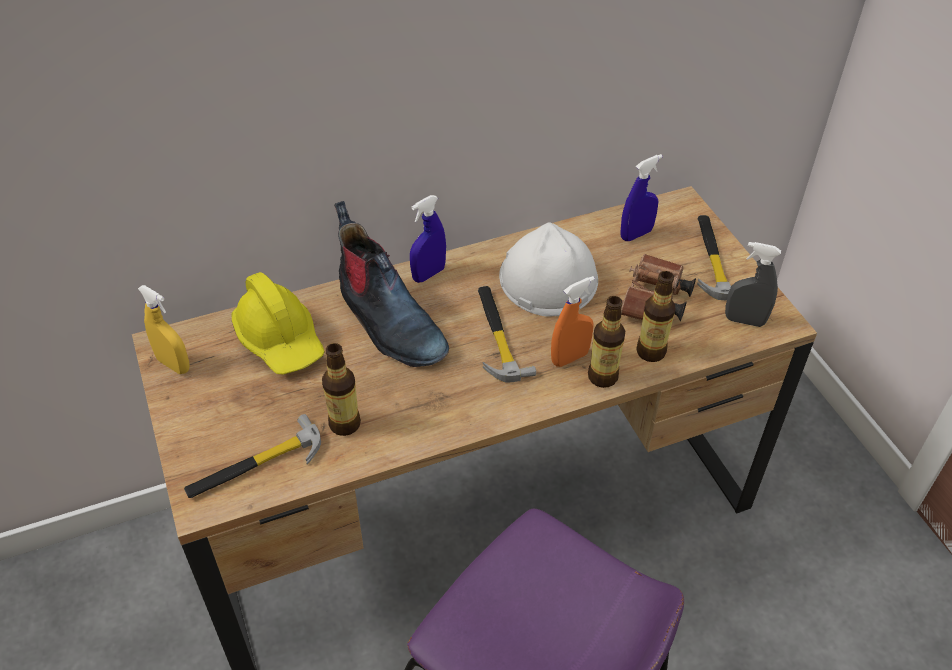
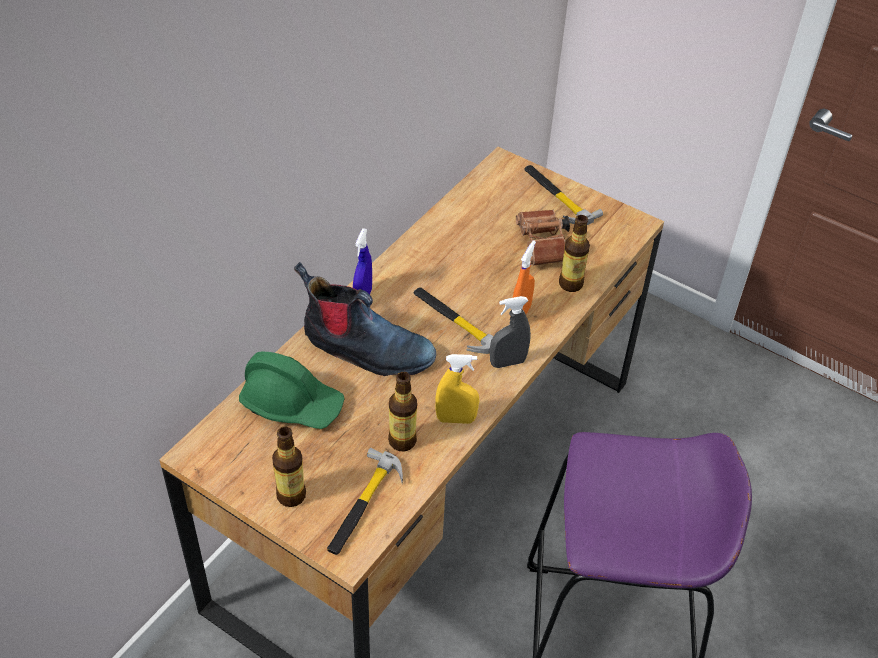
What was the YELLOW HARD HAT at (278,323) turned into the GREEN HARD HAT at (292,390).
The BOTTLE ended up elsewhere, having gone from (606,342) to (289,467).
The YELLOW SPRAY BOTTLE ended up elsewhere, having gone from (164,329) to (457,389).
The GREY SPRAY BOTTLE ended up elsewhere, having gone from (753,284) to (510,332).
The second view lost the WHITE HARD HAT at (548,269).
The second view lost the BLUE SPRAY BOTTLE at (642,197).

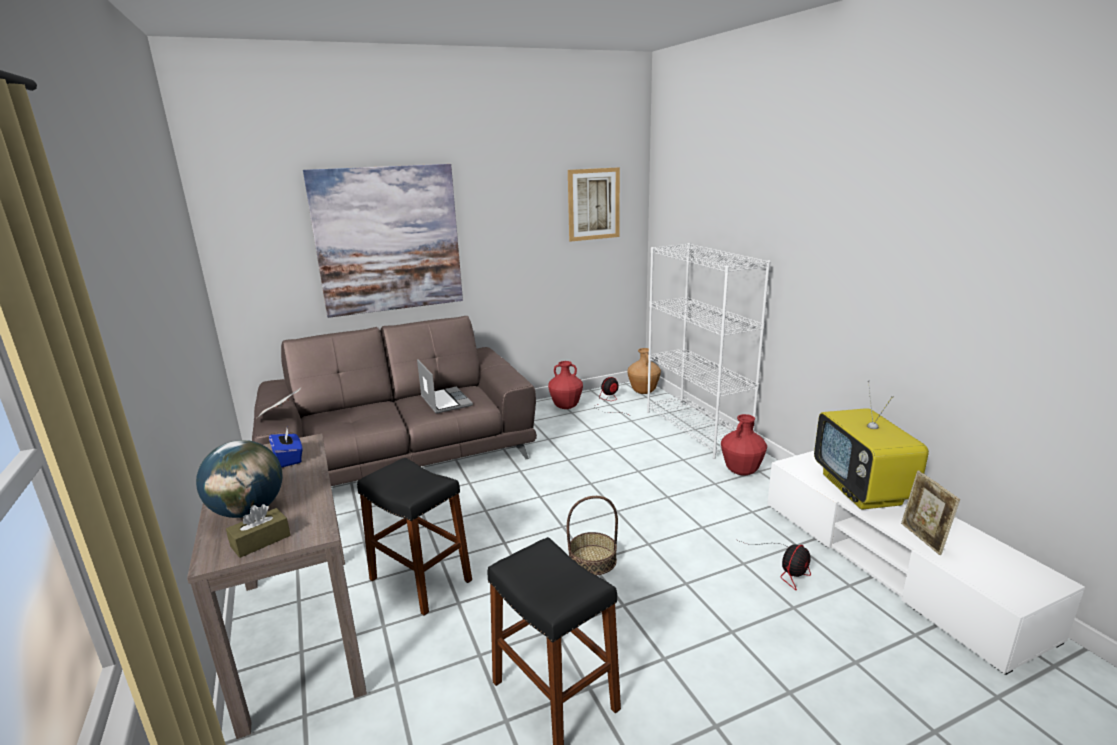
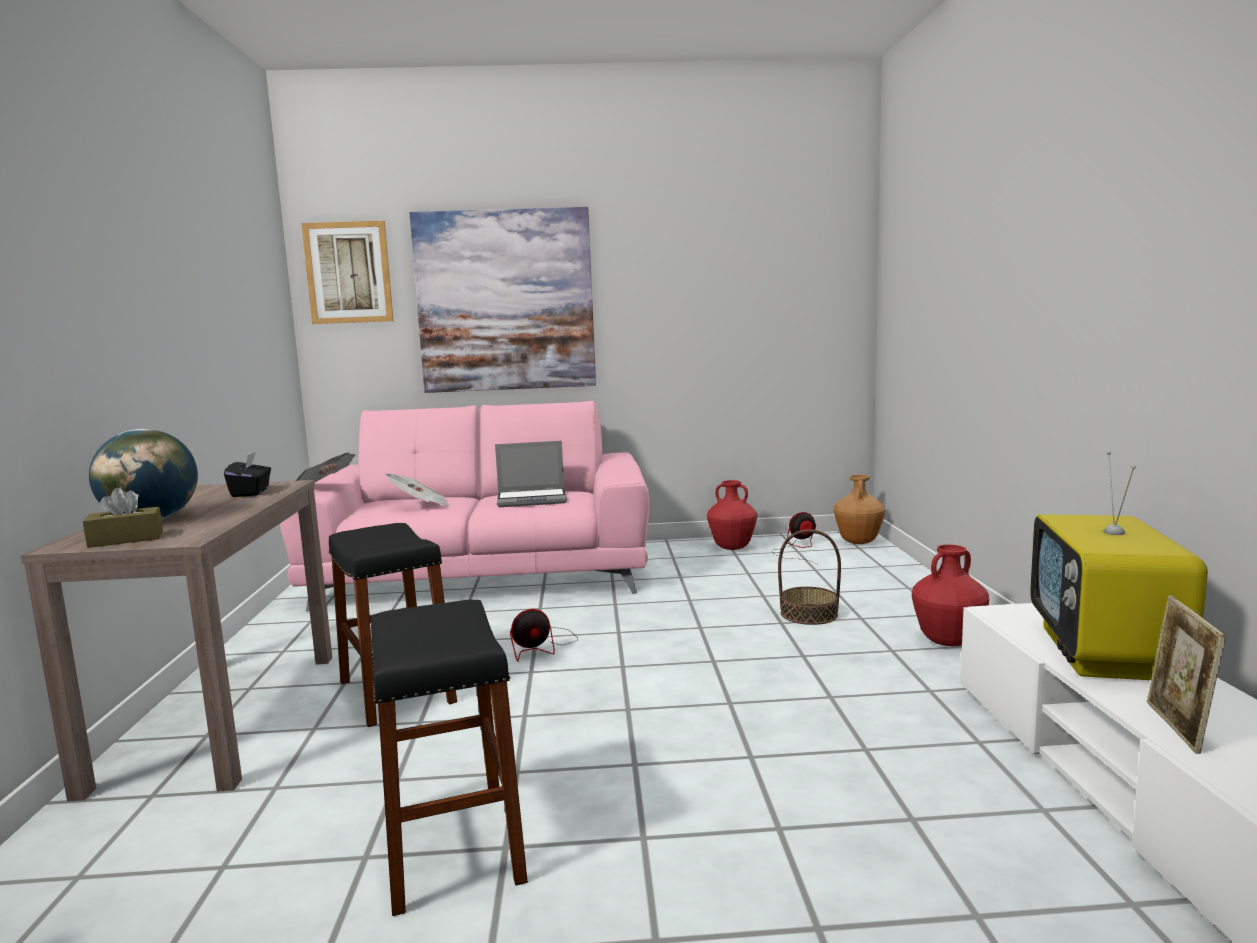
What was the BLUE TISSUE BOX at (285,448) turned into the BLACK TISSUE BOX at (247,474).
What was the BROWN SOFA at (394,401) turned into the PINK SOFA at (464,506).
The PICTURE ended up elsewhere, having gone from (594,204) to (347,272).
The second view gained the NEWSPAPER at (417,489).
The LAPTOP at (445,386) ended up facing another way, 90 degrees clockwise from before.
The FAN ended up elsewhere, having gone from (773,565) to (544,635).
The BASKET ended up elsewhere, having gone from (592,536) to (809,577).
The second view lost the WHITE BOOKCASE at (708,351).

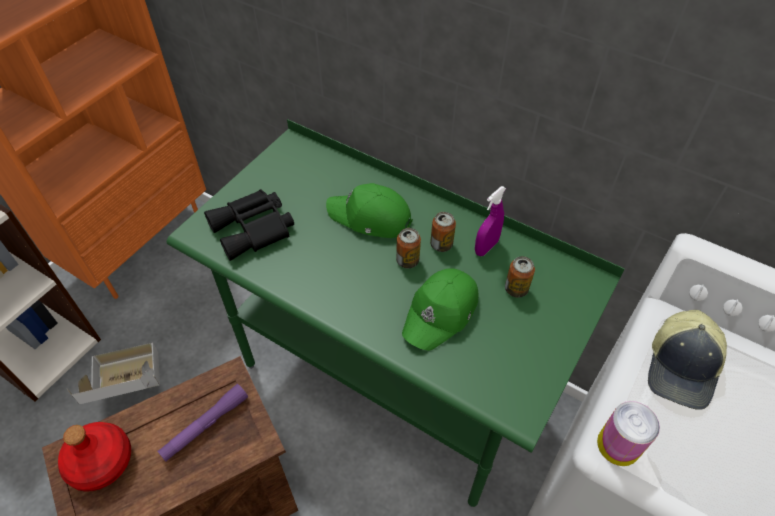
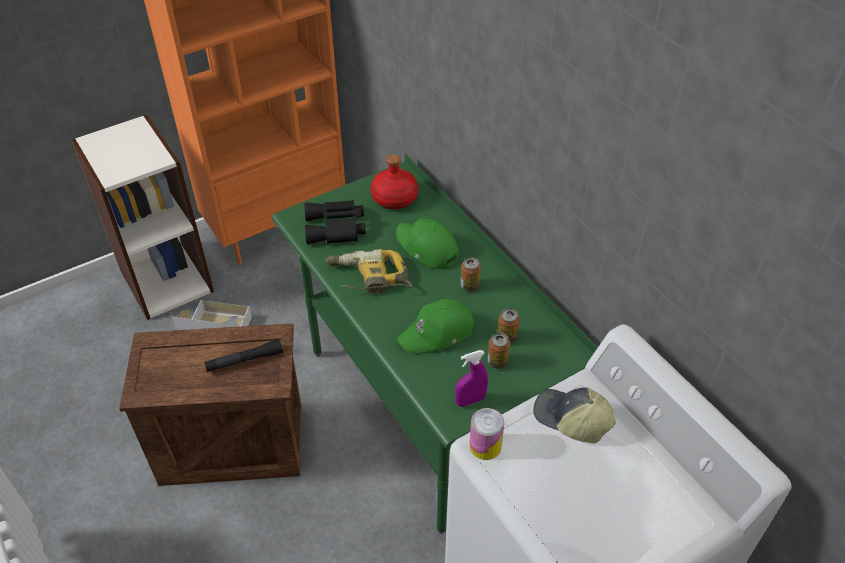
What was the PURPLE FLASHLIGHT at (202,423) turned into the BLACK FLASHLIGHT at (243,355).
The second view gained the POWER DRILL at (369,271).
The RED BOTTLE ended up elsewhere, having gone from (94,457) to (394,182).
The PURPLE SPRAY BOTTLE ended up elsewhere, having gone from (490,221) to (471,378).
The CAN ended up elsewhere, having gone from (408,248) to (498,351).
The CAP at (687,360) ended up facing another way, 75 degrees clockwise from before.

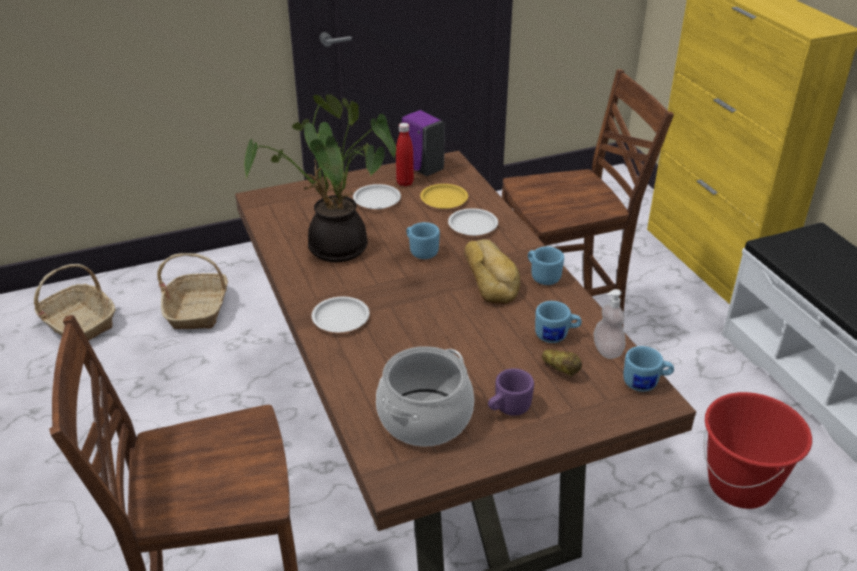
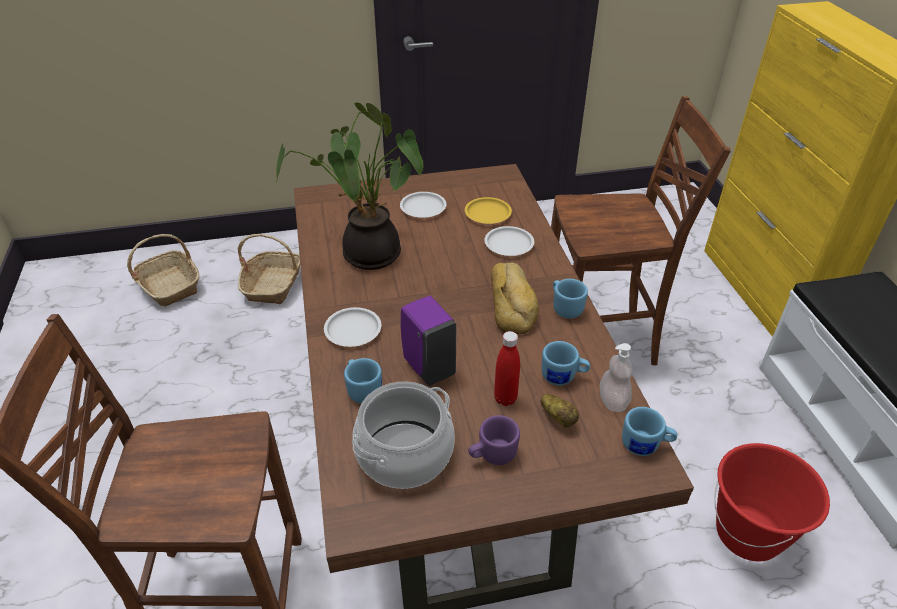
The BLUE MUG ended up elsewhere, having gone from (423,240) to (363,381).
The PURPLE SOAP DISPENSER ended up elsewhere, having gone from (423,143) to (428,341).
The RED BOTTLE ended up elsewhere, having gone from (405,155) to (507,368).

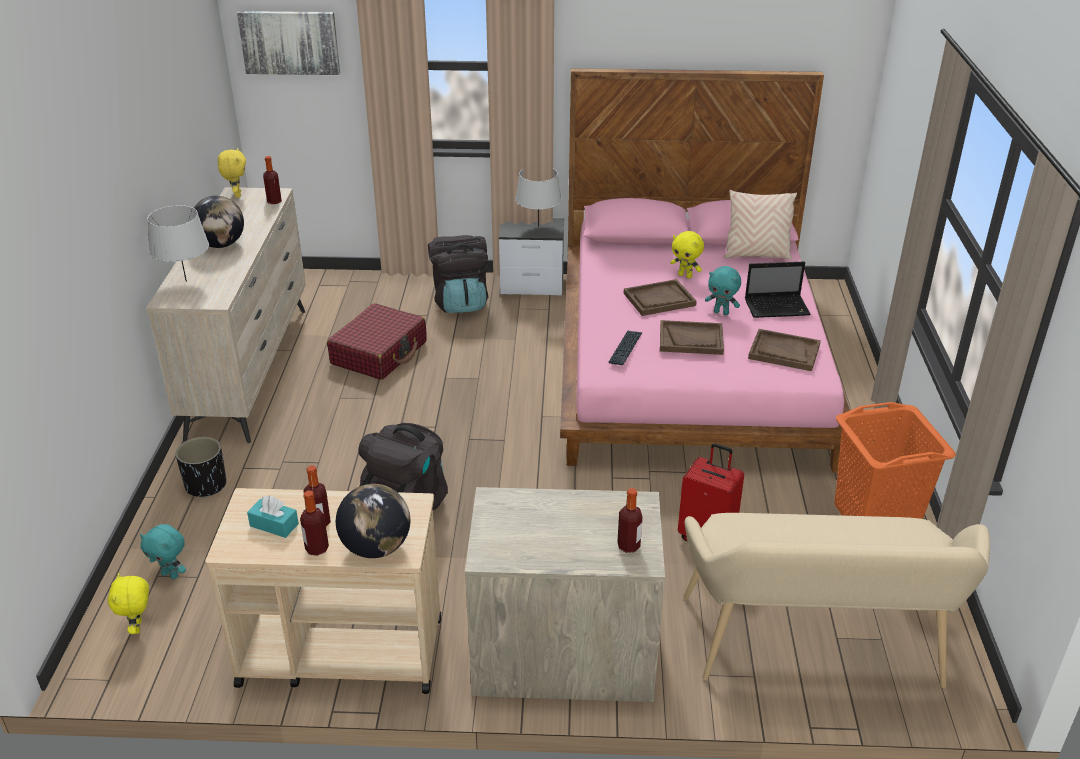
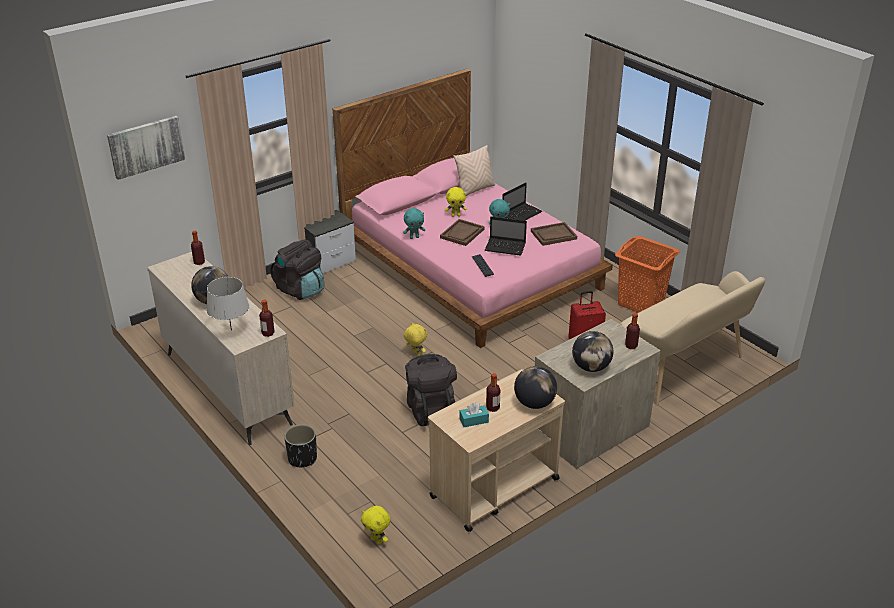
The BOTTLE ended up elsewhere, having gone from (314,523) to (267,318).
The TURQUOISE PLUSH TOY ended up elsewhere, having gone from (163,551) to (414,223).
The YELLOW PLUSH TOY ended up elsewhere, having gone from (232,173) to (415,339).
Where the BROWN TRAY stood at (692,337), the LAPTOP came to stand at (506,236).
The second view gained the GLOBE at (593,351).
The second view lost the RED SUITCASE at (377,341).
The second view lost the GREY TABLE LAMP at (538,198).

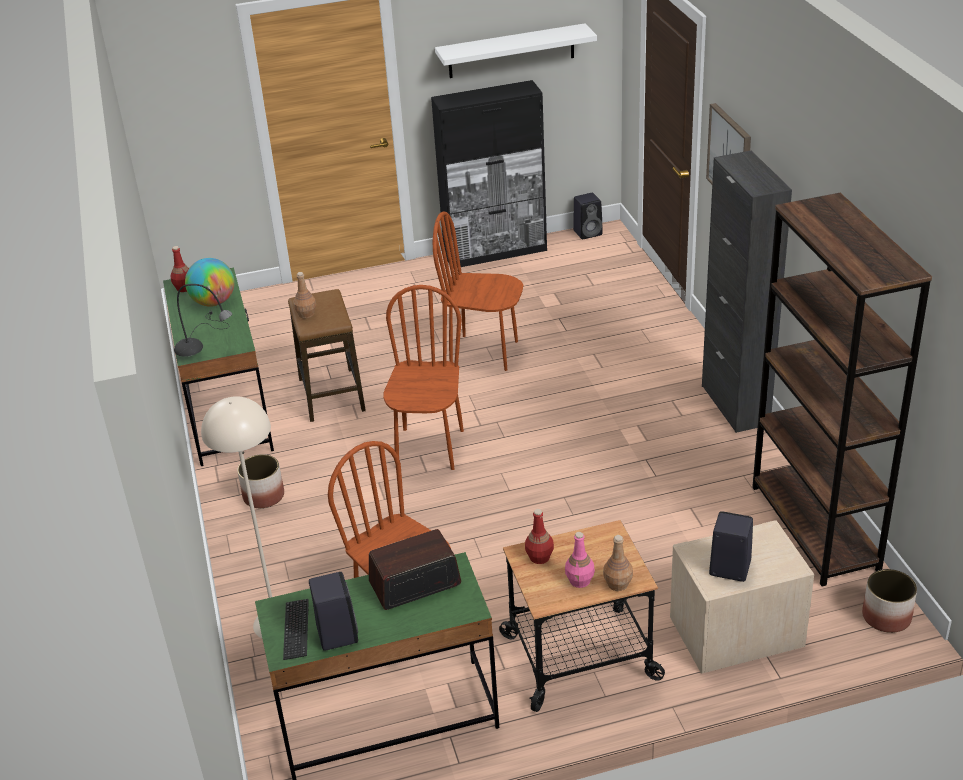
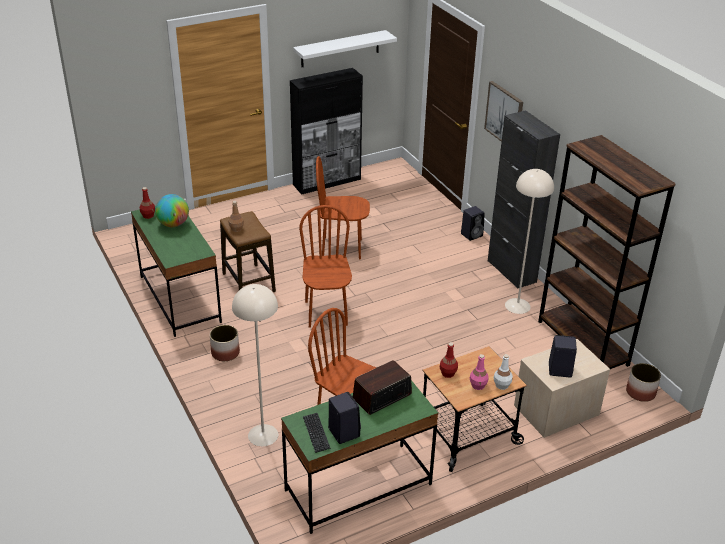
The BLACK SPEAKER ended up elsewhere, having gone from (588,216) to (473,223).
What was the BROWN BOTTLE at (618,563) turned into the WHITE BOTTLE at (503,372).
The second view gained the BEIGE FLOOR LAMP at (529,241).
The second view lost the GREY TABLE LAMP at (203,320).

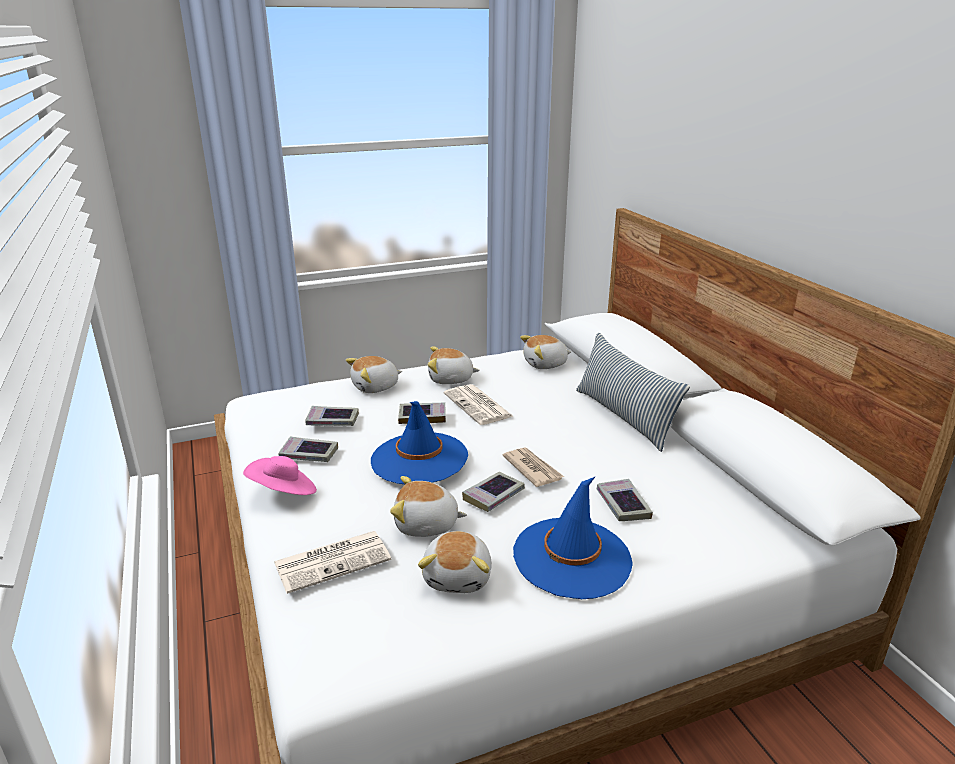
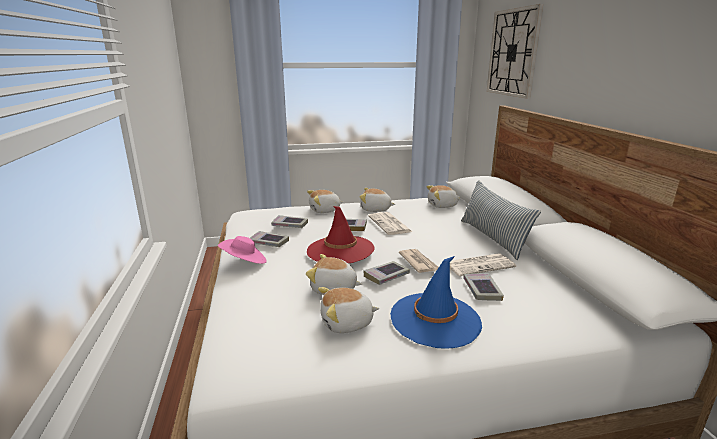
What was the BLUE HAT at (419,442) turned into the RED HAT at (341,234).
The PLUSH TOY at (455,562) ended up facing another way, 60 degrees clockwise from before.
The NEWSPAPER ended up elsewhere, having gone from (332,562) to (483,265).
The second view gained the WALL CLOCK at (515,51).

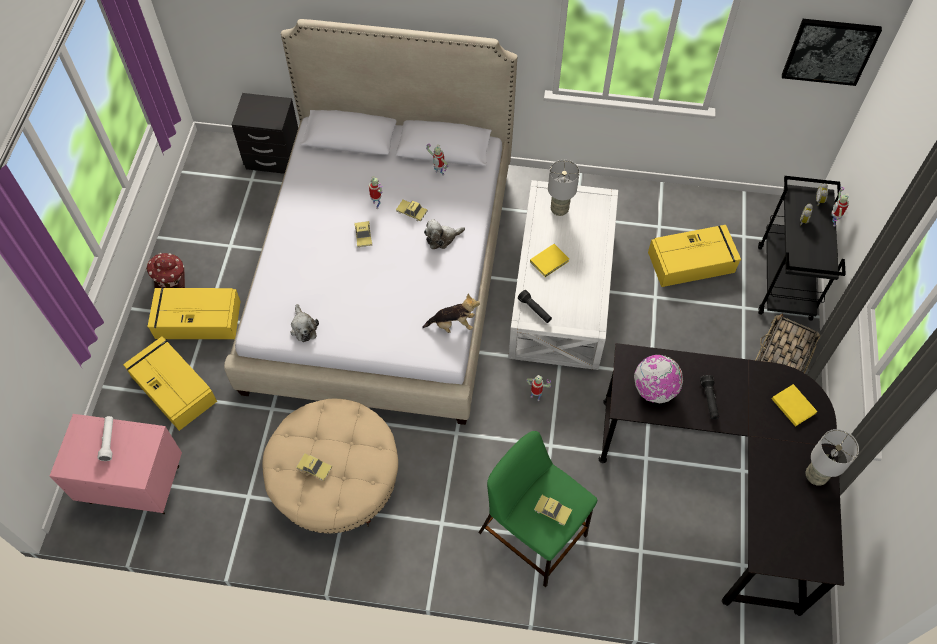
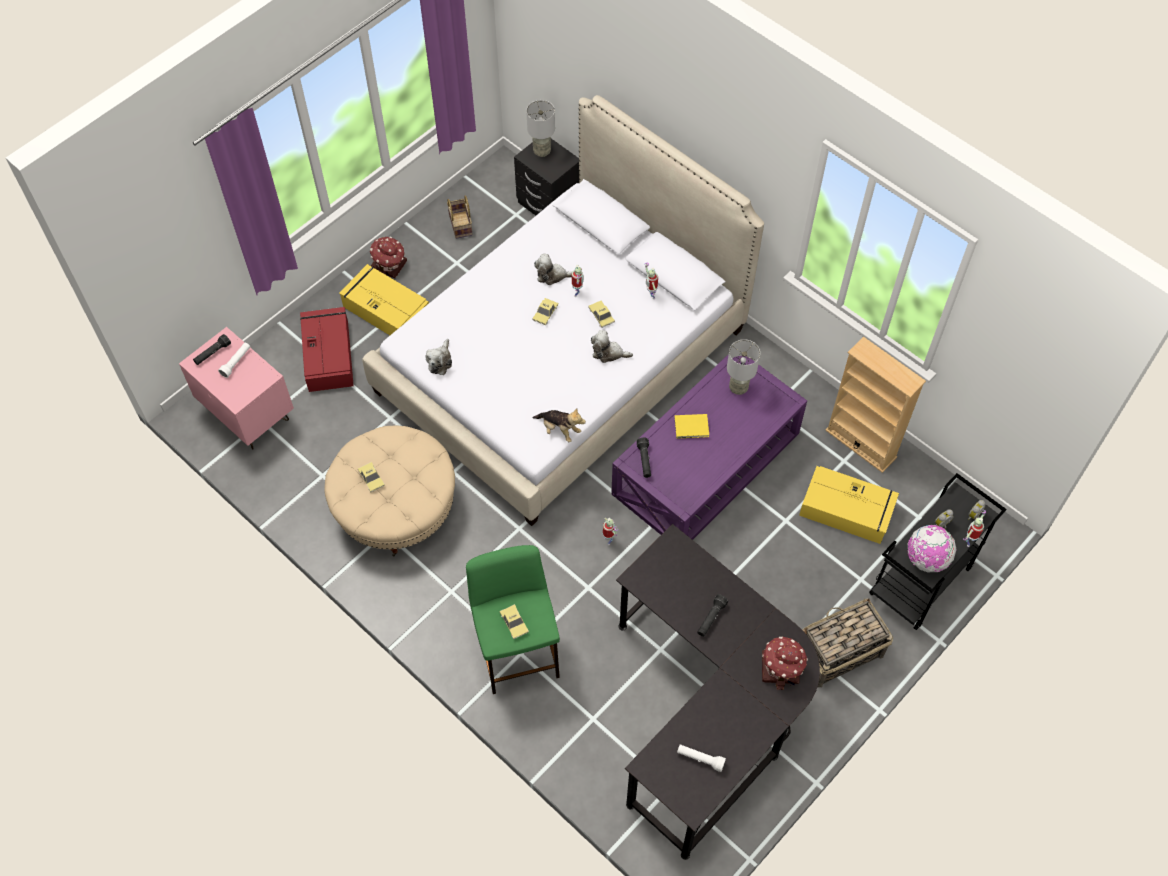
The second view gained the BLACK FLASHLIGHT at (212,349).
What was the YELLOW STORAGE BOX at (170,383) turned into the RED STORAGE BOX at (327,349).
The second view gained the BASKET at (460,217).
The GREY TABLE LAMP ended up elsewhere, having gone from (832,457) to (540,128).
The second view gained the PLUSH TOY at (553,269).
What was the WHITE COFFEE TABLE at (563,275) turned into the PURPLE COFFEE TABLE at (709,447).
The second view gained the WHITE FLASHLIGHT at (701,758).
Where the YELLOW BOOK stood at (795,405), the TOY HOUSE came to stand at (785,663).
The second view gained the BEIGE BOOKCASE at (875,404).
The GLOBE ended up elsewhere, having gone from (658,379) to (932,548).
The second view lost the PICTURE at (832,52).

